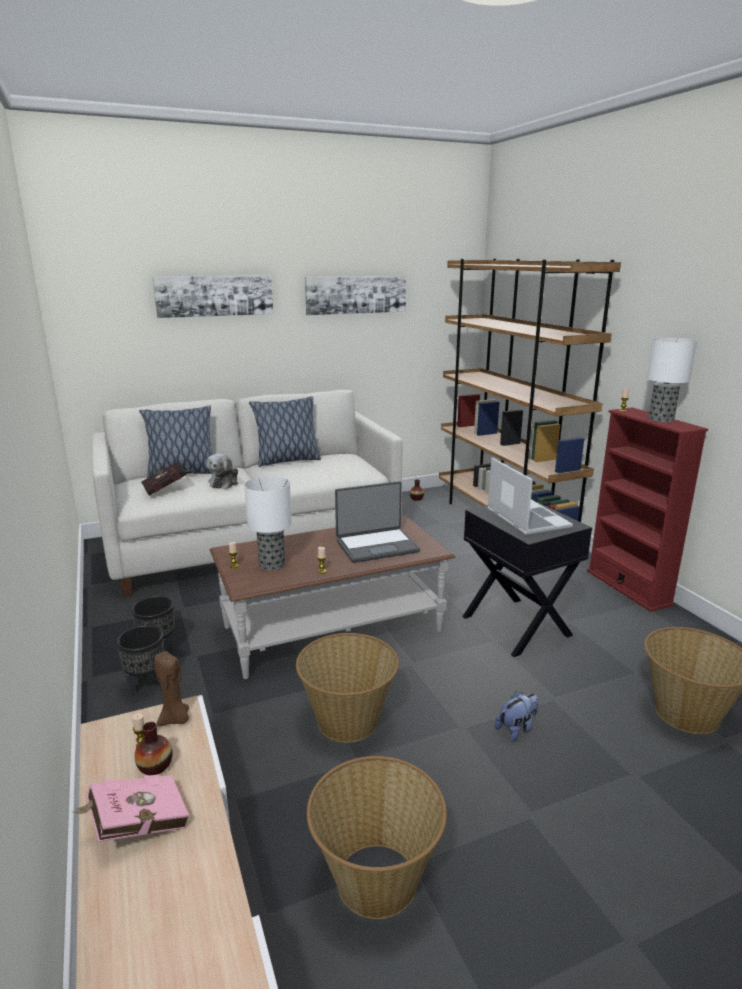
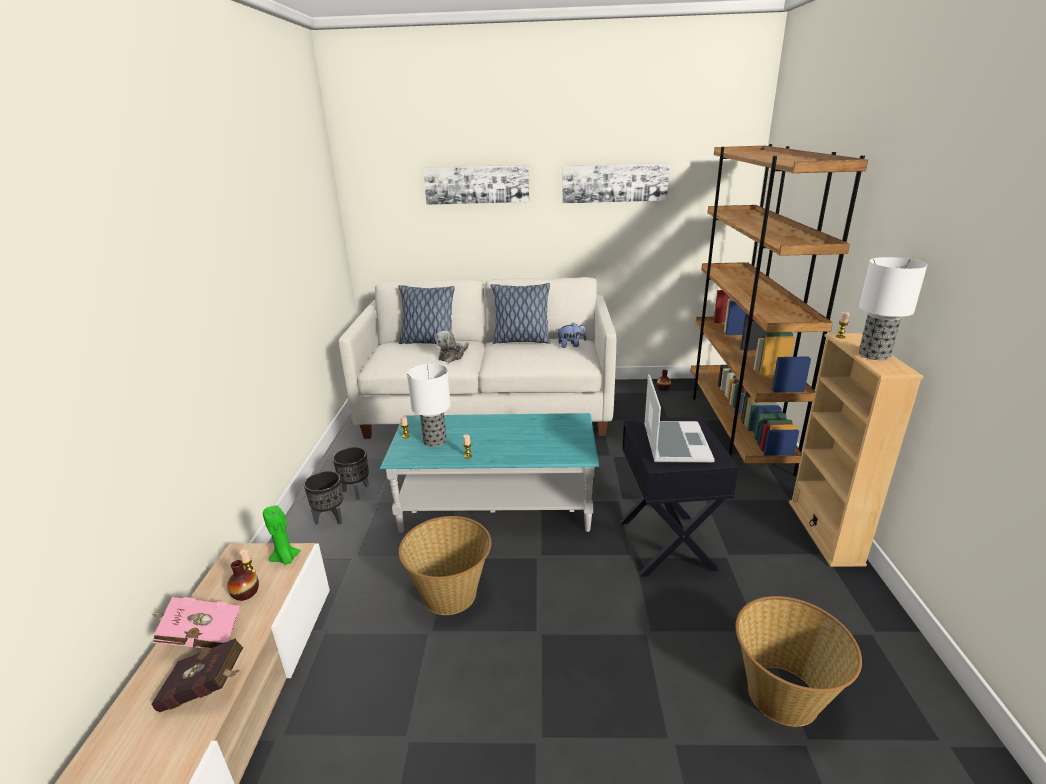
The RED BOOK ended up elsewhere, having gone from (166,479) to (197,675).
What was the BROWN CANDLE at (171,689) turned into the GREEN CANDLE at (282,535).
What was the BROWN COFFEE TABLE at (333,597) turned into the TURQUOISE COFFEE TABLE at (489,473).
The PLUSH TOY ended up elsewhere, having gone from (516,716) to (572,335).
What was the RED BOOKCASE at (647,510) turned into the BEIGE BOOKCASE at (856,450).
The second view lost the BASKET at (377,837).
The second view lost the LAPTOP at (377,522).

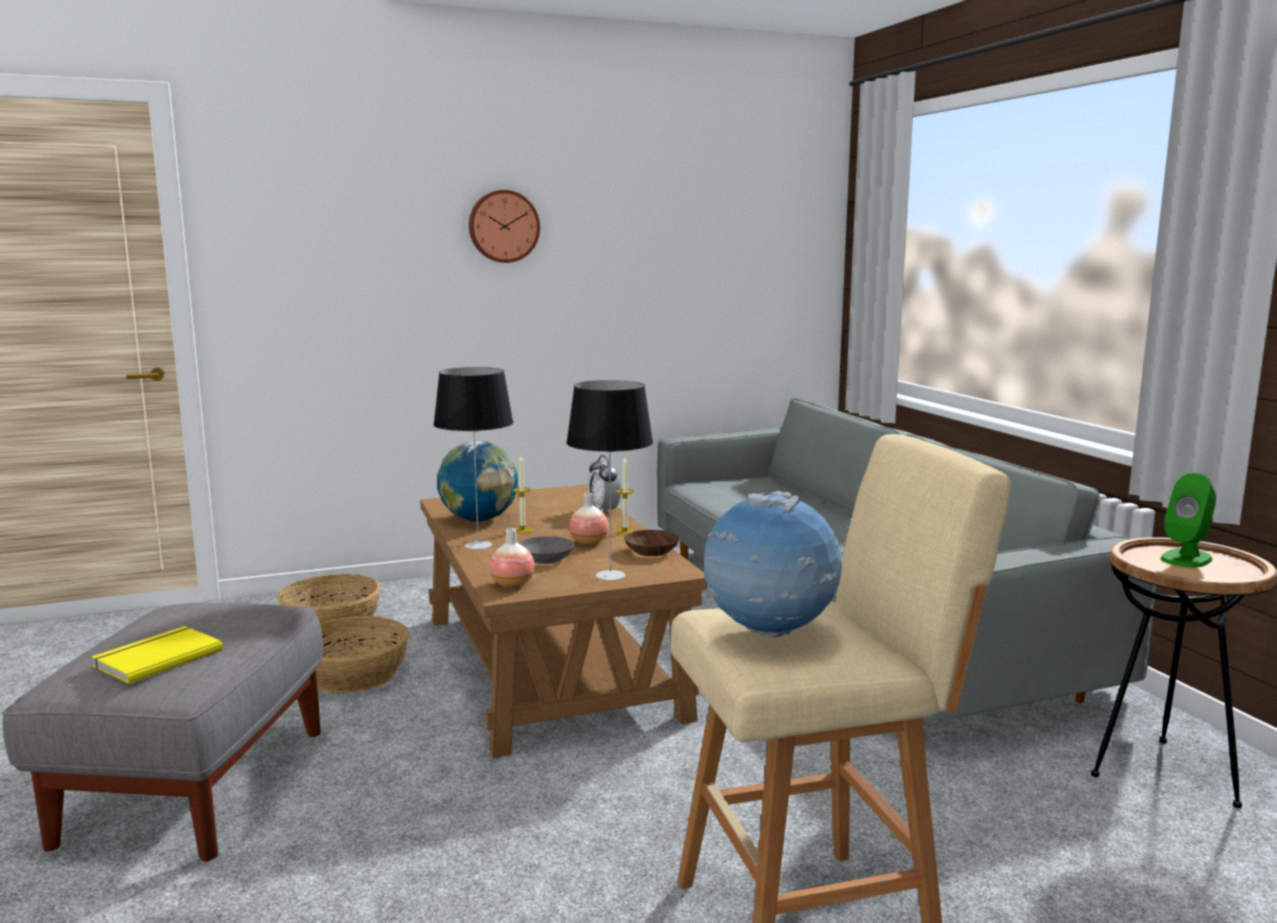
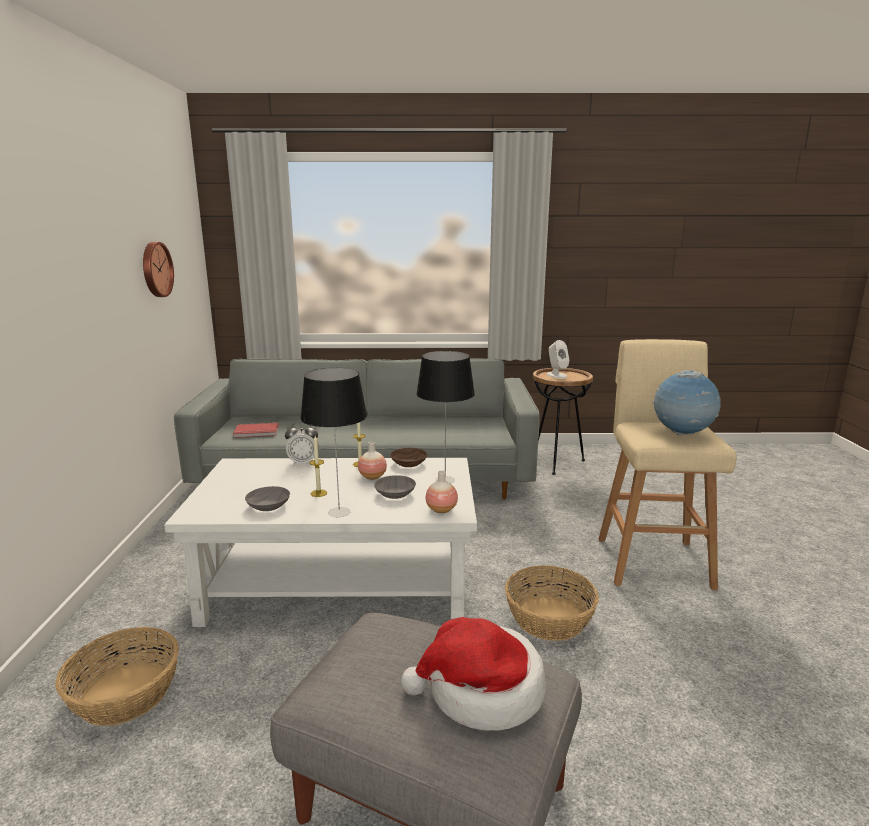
The WALL CLOCK ended up elsewhere, having gone from (504,226) to (158,269).
What was the BROWN COFFEE TABLE at (564,621) turned into the WHITE COFFEE TABLE at (320,542).
The second view gained the RED BOOK at (256,430).
Where the GLOBE stood at (477,481), the GREY BOWL came to stand at (267,498).
Where the YELLOW BOOK stood at (157,655), the HAT came to stand at (473,674).
The BASKET ended up elsewhere, having gone from (362,654) to (552,603).
What was the GREEN SPEAKER at (1188,520) turned into the WHITE SPEAKER at (558,359).

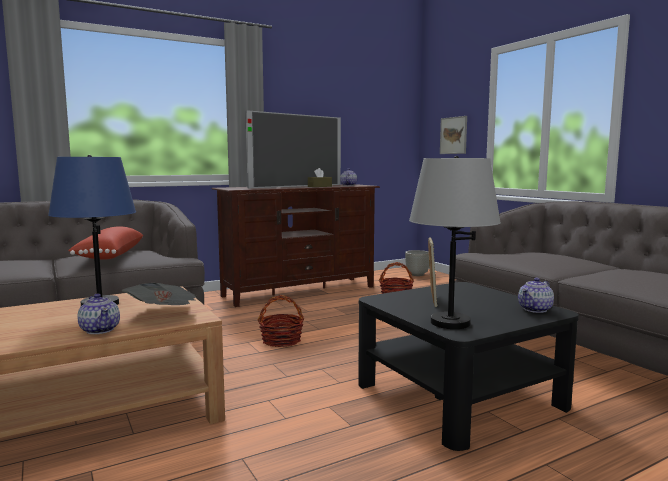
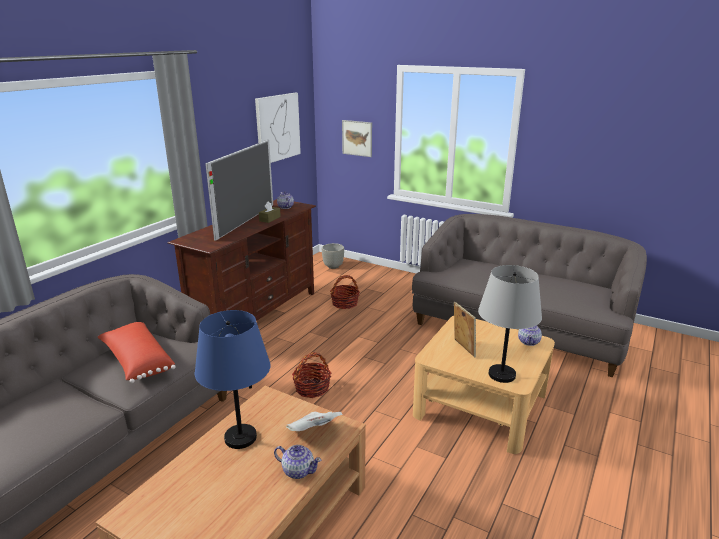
The second view gained the PICTURE at (278,128).
What was the BLACK COFFEE TABLE at (468,366) turned into the BEIGE COFFEE TABLE at (484,385).

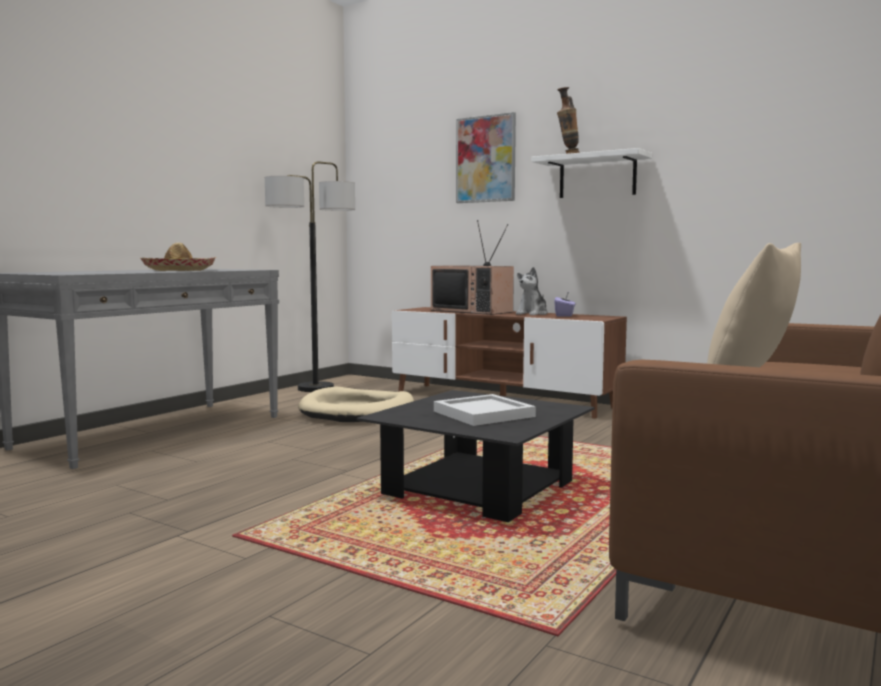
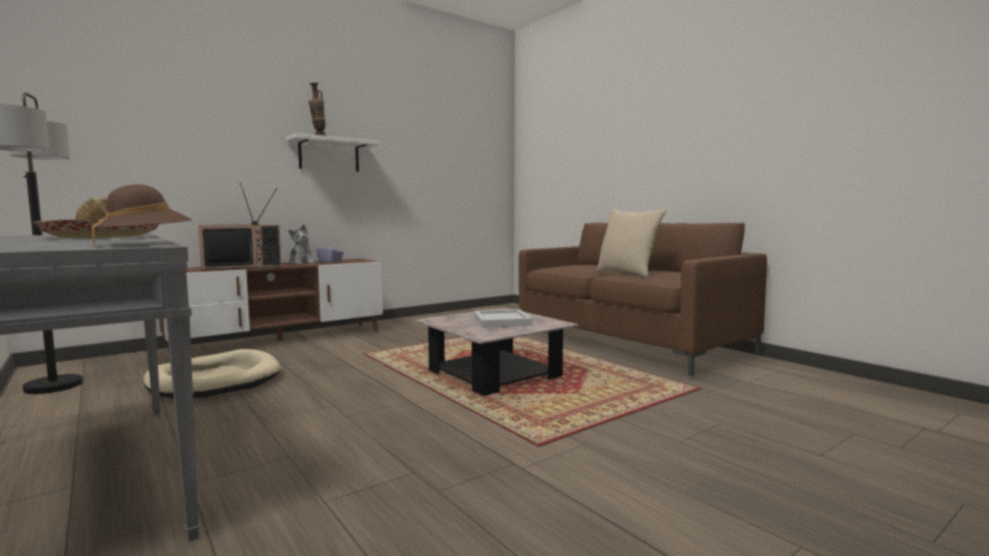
The second view gained the BROWN HAT at (141,214).
What was the BLACK COFFEE TABLE at (475,456) turned into the PINK COFFEE TABLE at (496,351).
The second view lost the PICTURE at (486,157).

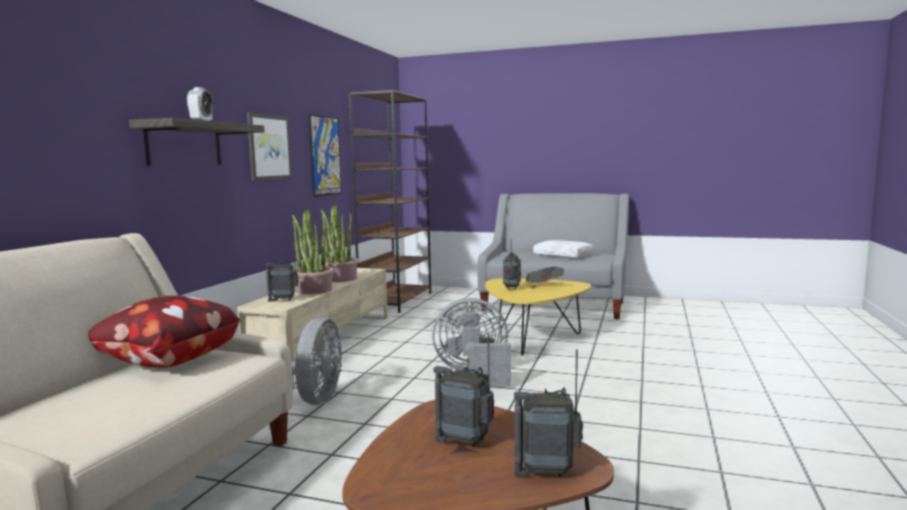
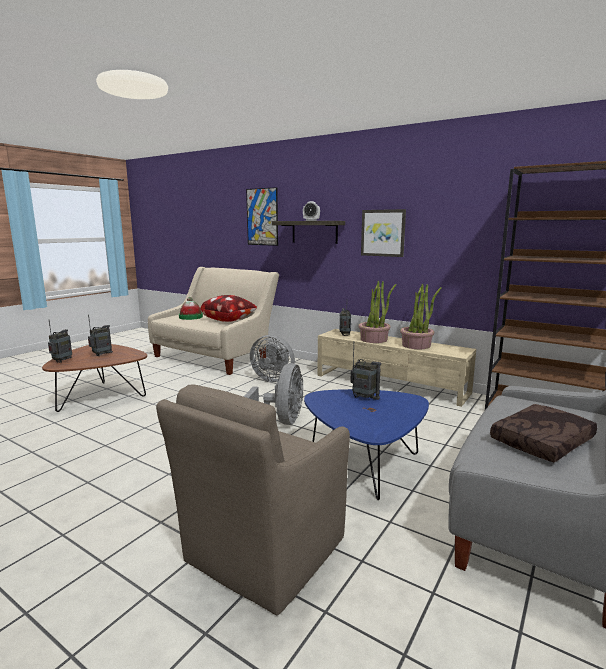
The second view gained the BROWN ARMCHAIR at (253,499).
The second view gained the HAT at (191,308).
The PICTURE ended up elsewhere, having gone from (325,156) to (262,216).
What was the YELLOW COFFEE TABLE at (538,317) turned into the BLUE COFFEE TABLE at (366,444).
What was the WHITE PILLOW at (563,249) turned into the BROWN PILLOW at (543,433).
The second view lost the NEWSPAPER at (545,275).

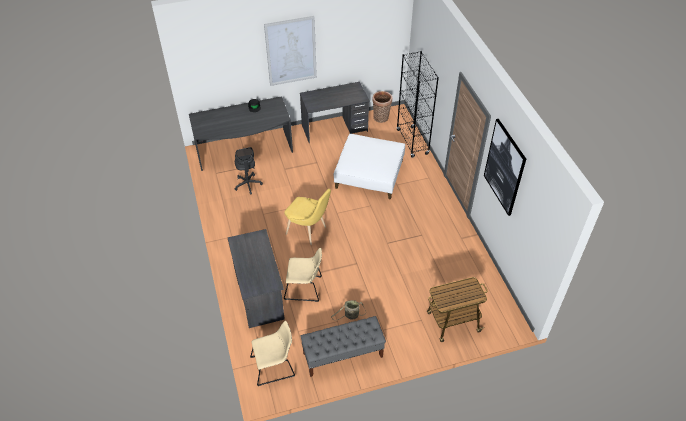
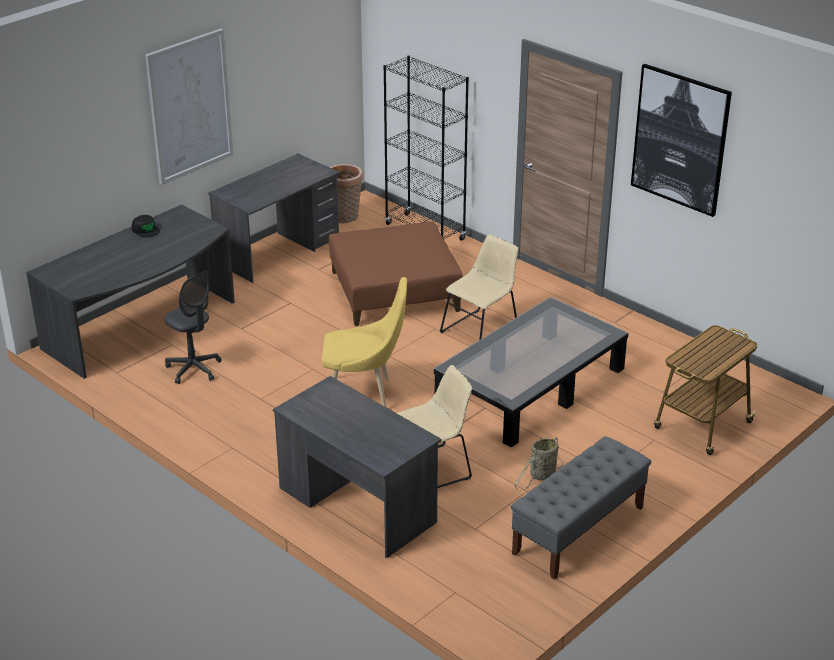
What was the WHITE OTTOMAN at (369,167) turned into the BROWN OTTOMAN at (396,273).
The second view gained the COFFEE TABLE at (531,372).
The BEIGE CHAIR ended up elsewhere, having gone from (272,353) to (479,287).

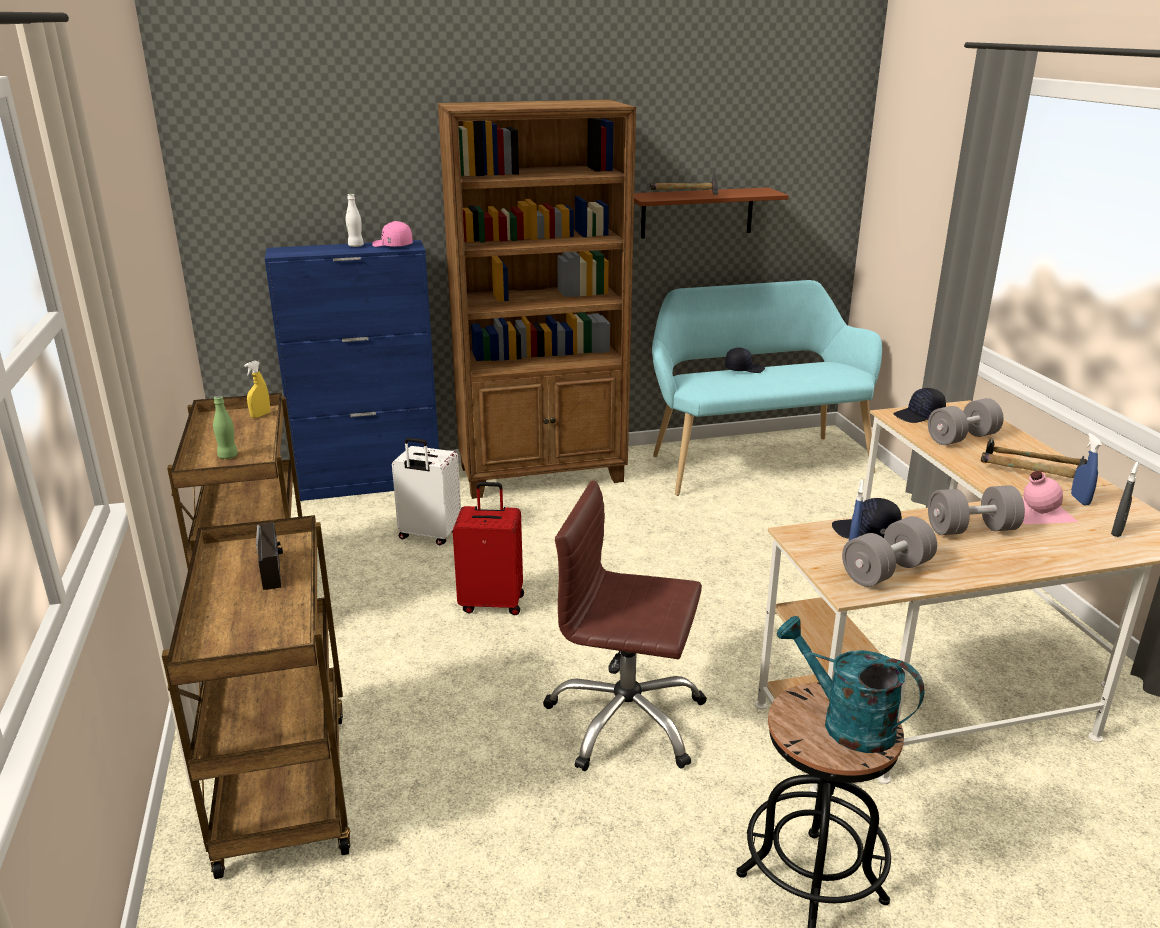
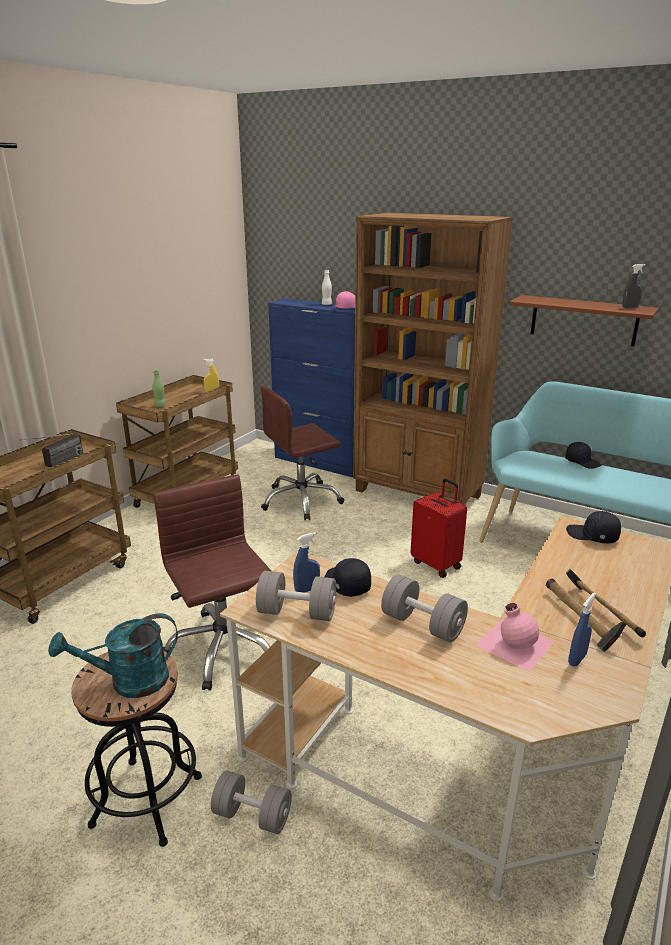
The TURQUOISE WATERING CAN at (850,684) ended up facing another way, 105 degrees counterclockwise from before.
The GREY DUMBBELL ended up elsewhere, having gone from (966,421) to (251,802).
Where the WHITE SUITCASE stood at (426,491), the BROWN OFFICE CHAIR came to stand at (302,453).
The RED SUITCASE ended up elsewhere, having gone from (488,548) to (439,528).
The GREY SPRAY BOTTLE ended up elsewhere, having gone from (1125,499) to (633,286).
The second view lost the HAMMER at (684,184).

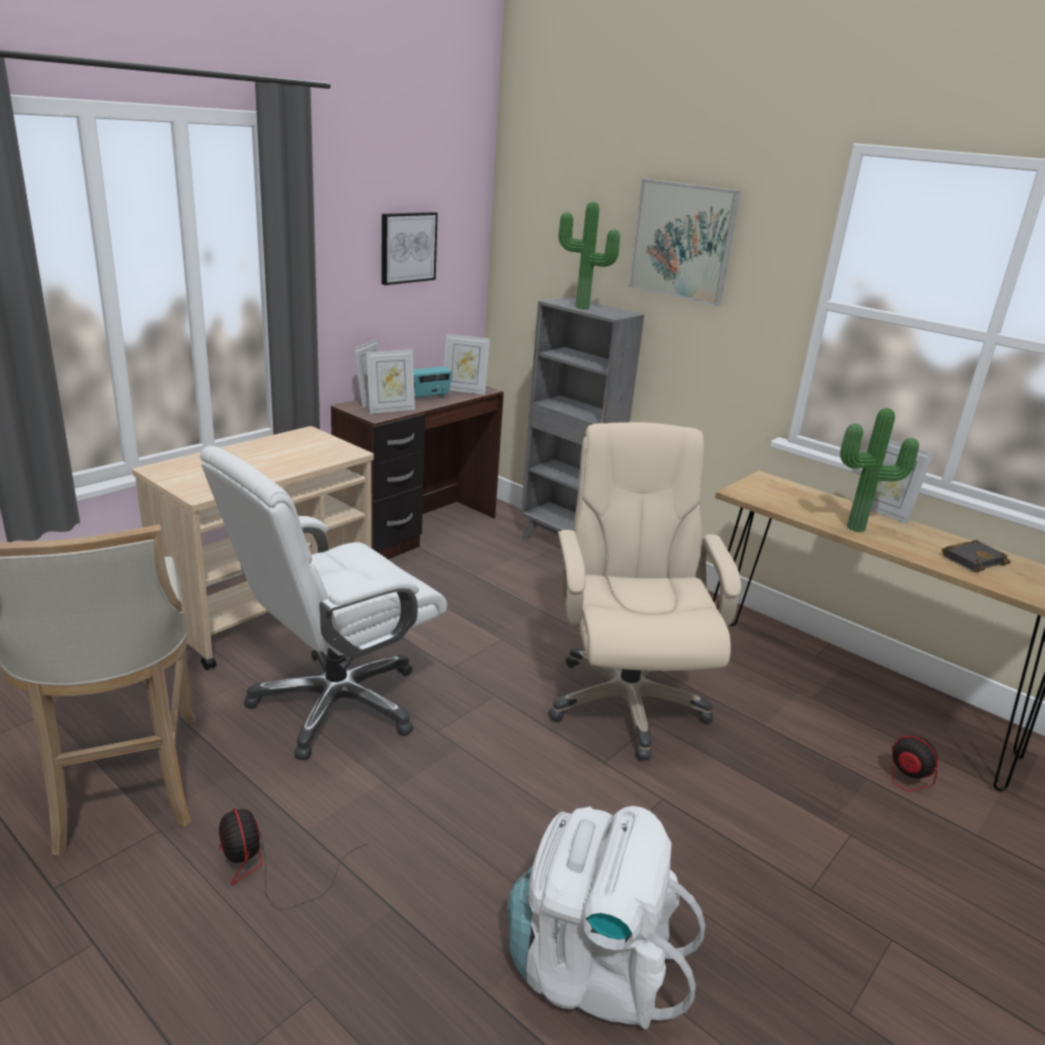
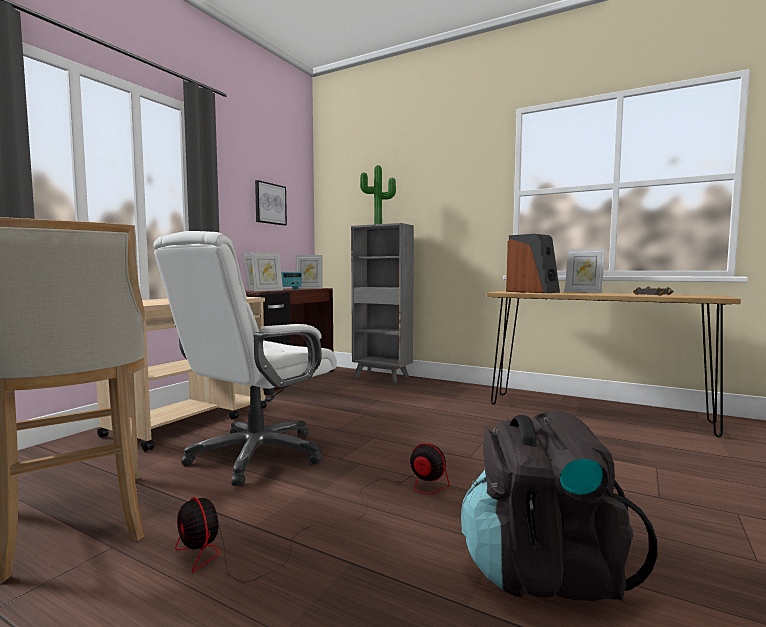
The FAN ended up elsewhere, having gone from (883,774) to (403,481).
What was the WHITE BACKPACK at (606,918) turned into the BLACK BACKPACK at (559,505).
The second view gained the SPEAKER at (533,263).
The second view lost the BEIGE OFFICE CHAIR at (644,591).
The second view lost the PICTURE at (684,242).
The second view lost the POTTED PLANT at (879,470).

